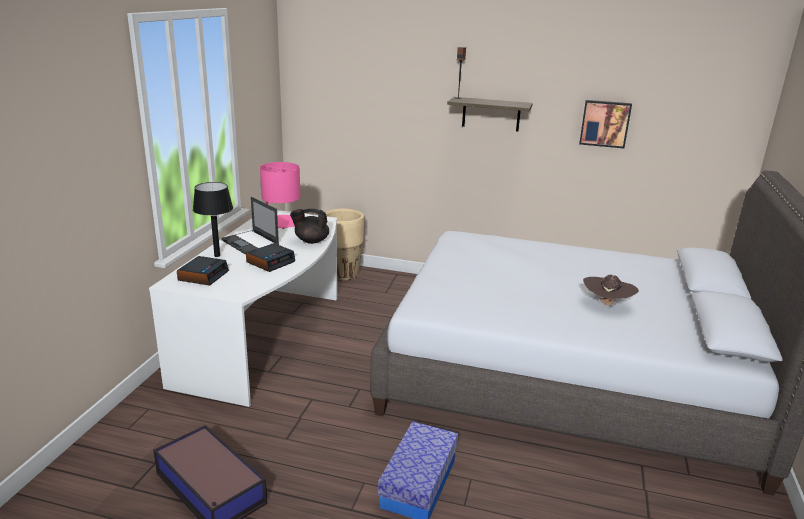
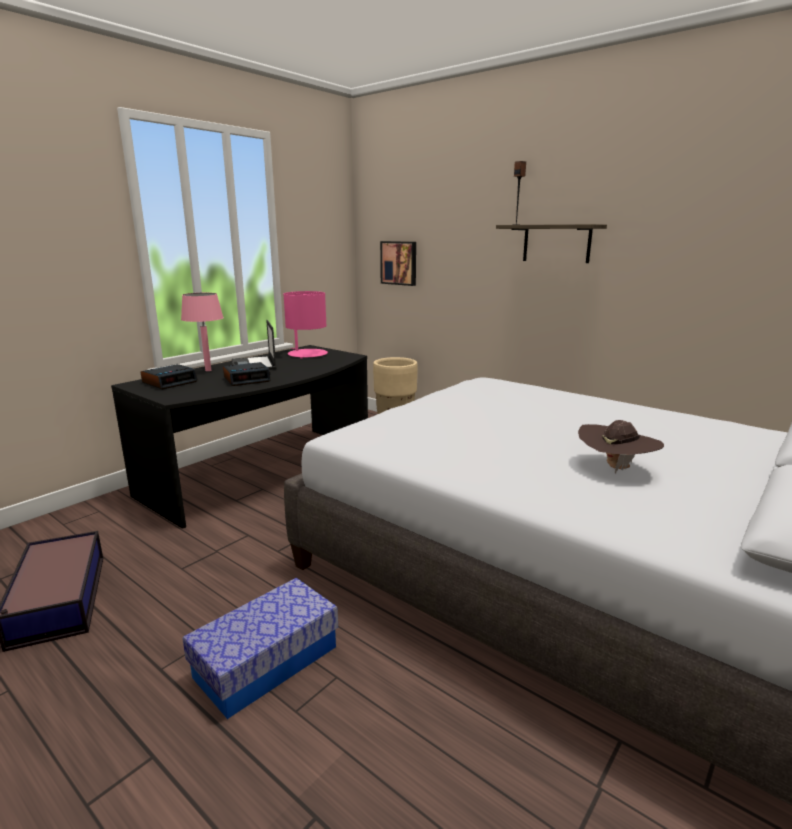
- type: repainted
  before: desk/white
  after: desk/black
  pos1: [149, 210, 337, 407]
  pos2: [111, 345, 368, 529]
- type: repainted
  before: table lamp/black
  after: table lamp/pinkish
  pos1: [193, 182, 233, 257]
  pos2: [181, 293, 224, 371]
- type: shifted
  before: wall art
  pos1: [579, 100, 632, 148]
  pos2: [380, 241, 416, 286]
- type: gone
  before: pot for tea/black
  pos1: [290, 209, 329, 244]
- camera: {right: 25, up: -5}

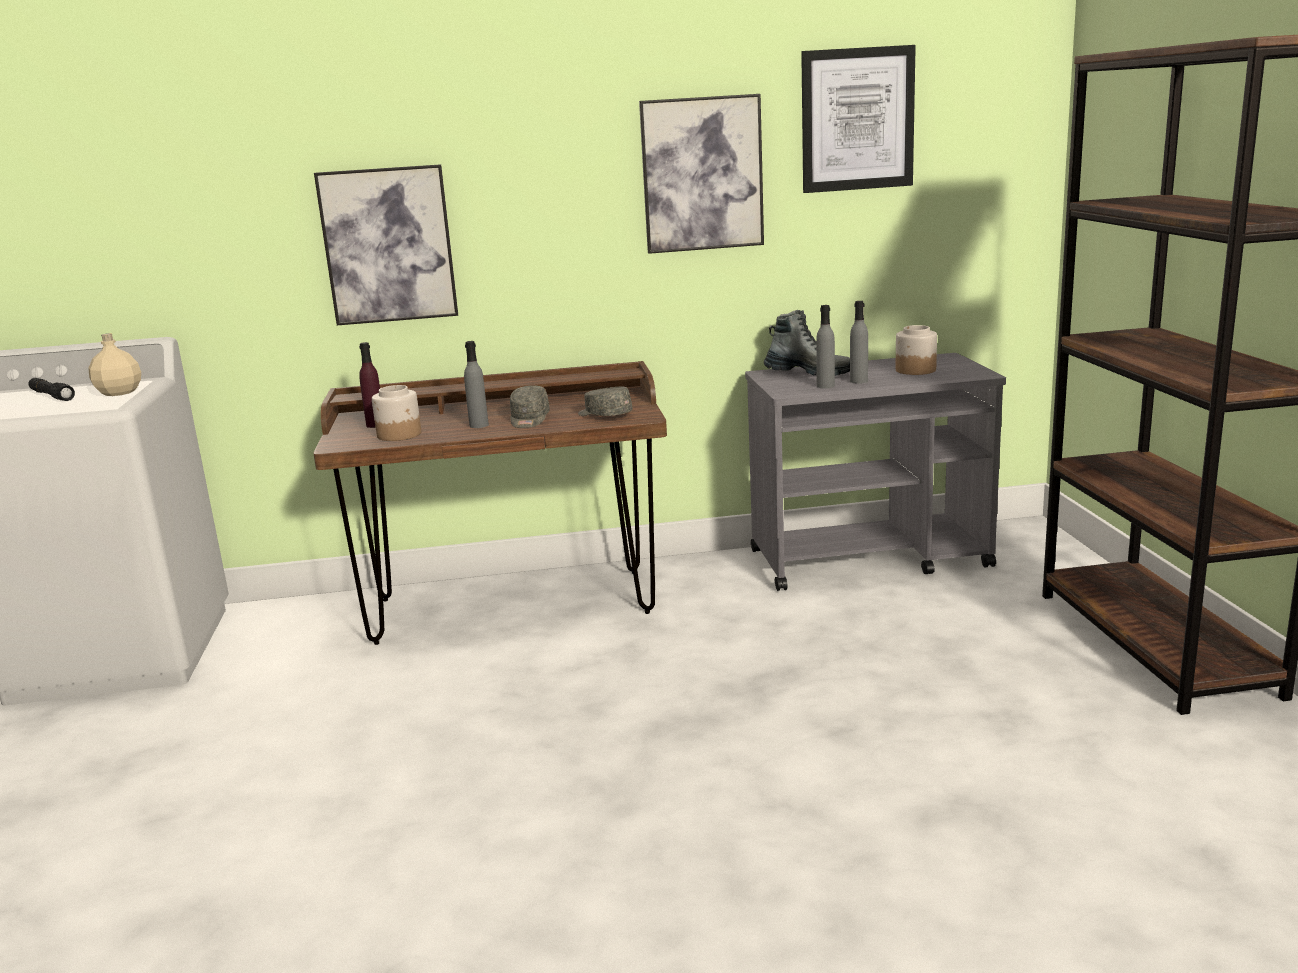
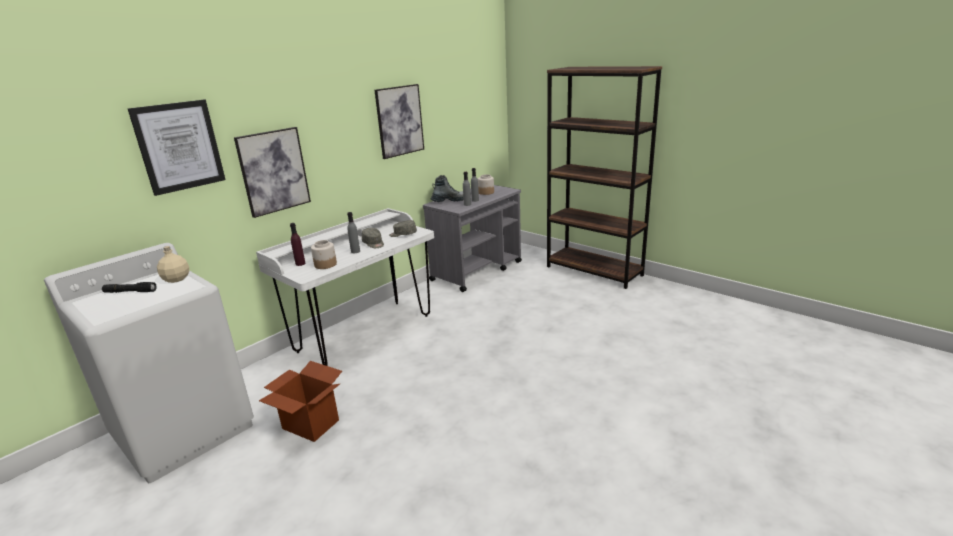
- type: shifted
  before: wall art
  pos1: [801, 45, 916, 193]
  pos2: [128, 99, 226, 196]
- type: repainted
  before: desk/brown-coloured
  after: desk/white
  pos1: [313, 361, 667, 645]
  pos2: [256, 208, 434, 366]
- type: new
  after: cardboard box
  pos2: [259, 361, 342, 442]
- camera: {right: -40, up: 5}

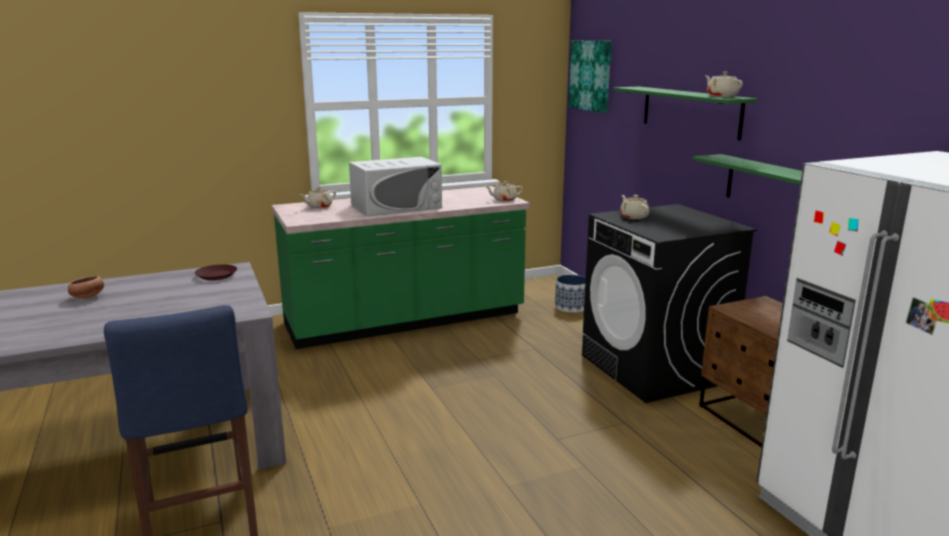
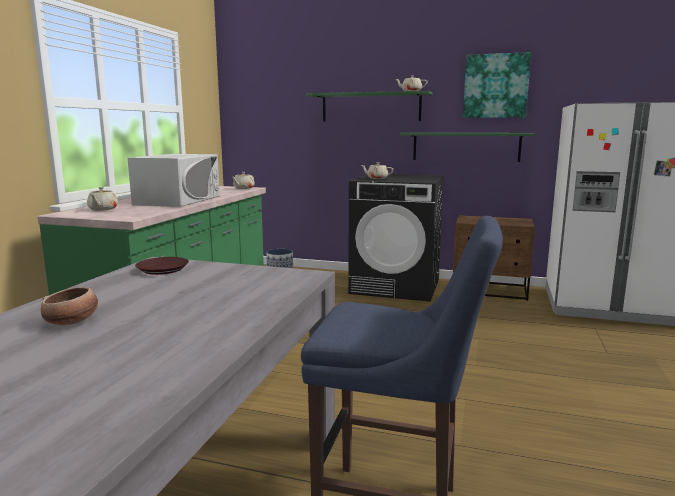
- type: shifted
  before: wall art
  pos1: [569, 41, 611, 113]
  pos2: [463, 52, 531, 118]
- camera: {right: -50, up: -5}

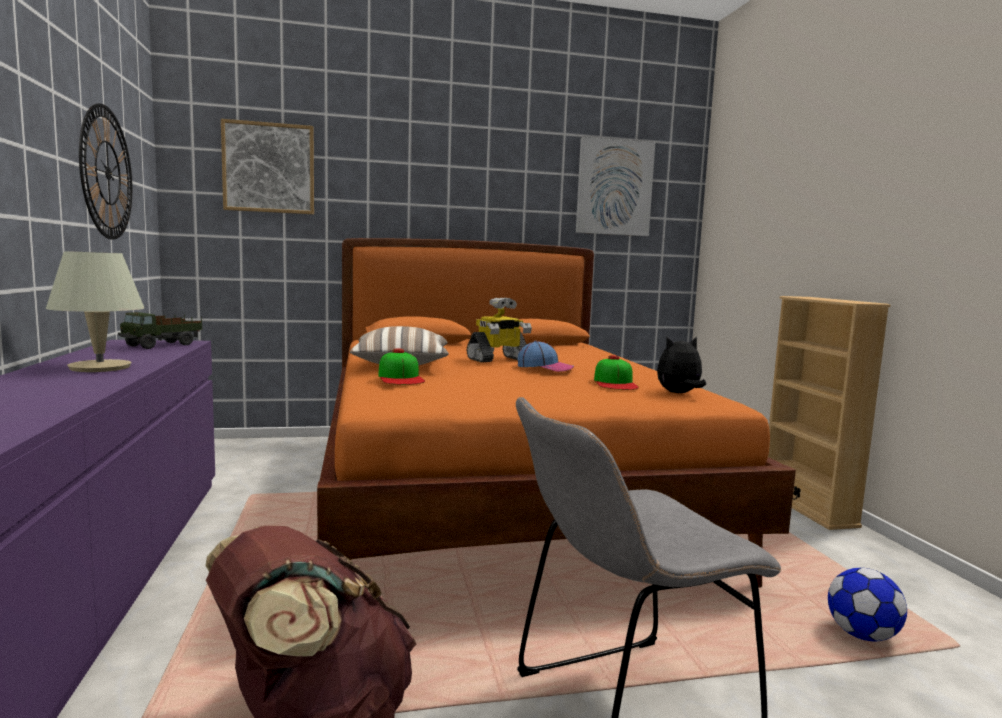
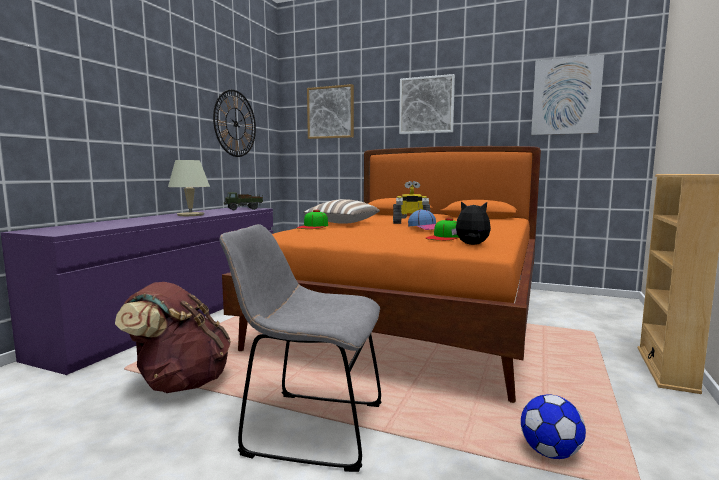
- type: new
  after: wall art
  pos2: [399, 74, 455, 134]
- camera: {right: 35, up: 0}

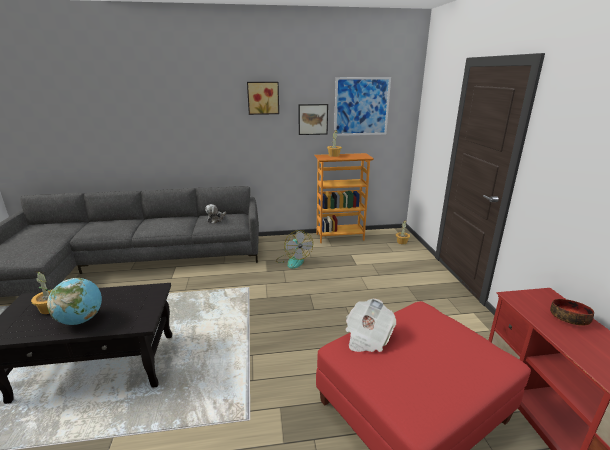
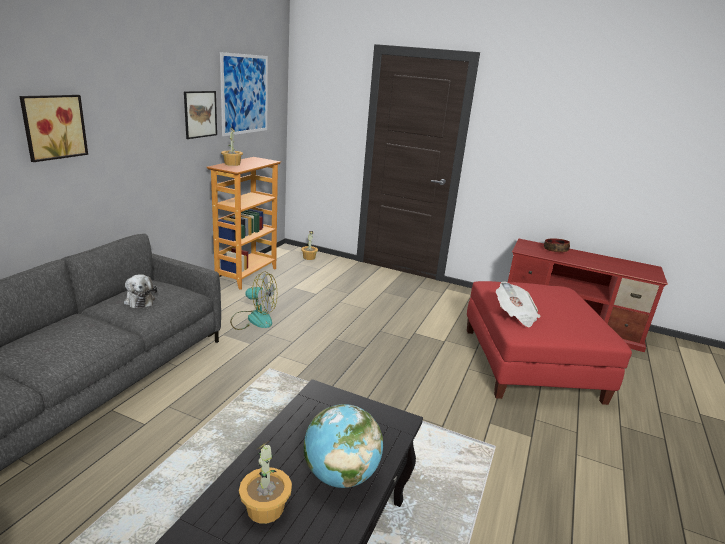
- type: shifted
  before: wall art
  pos1: [247, 82, 279, 115]
  pos2: [19, 95, 88, 162]
- camera: {right: -60, up: 0}

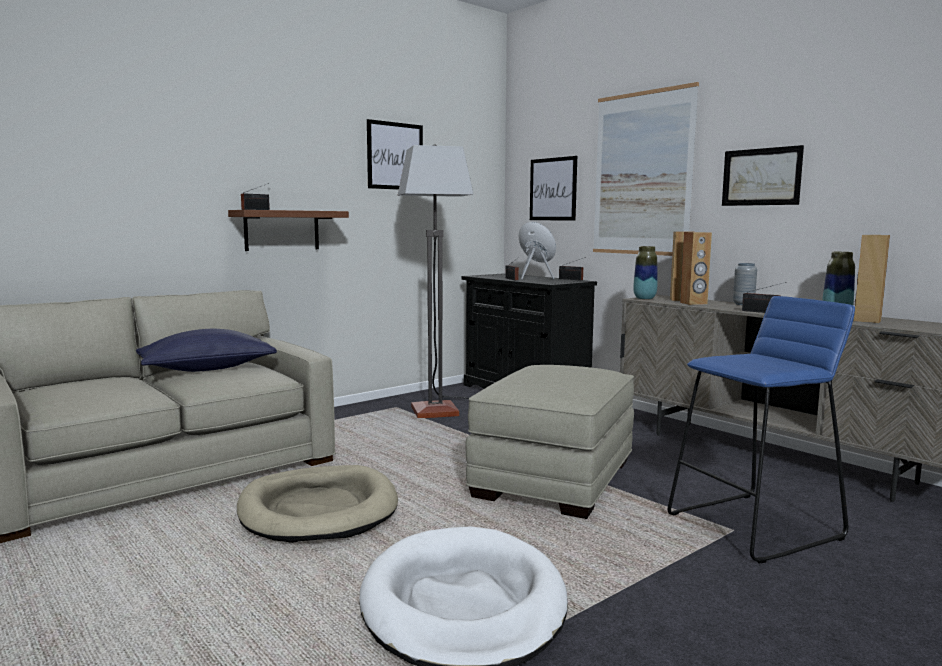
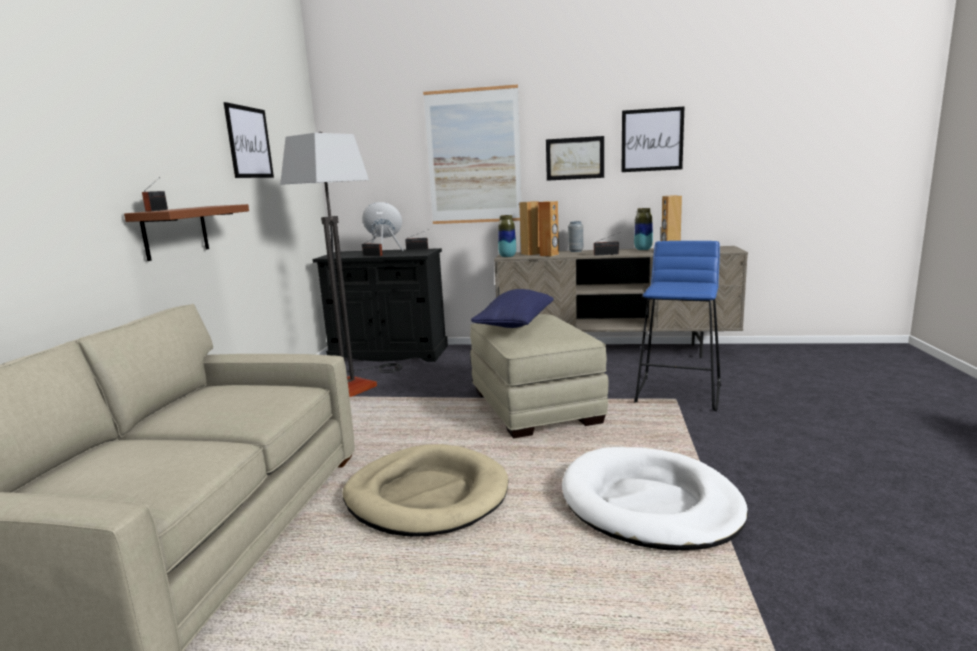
- type: shifted
  before: pillow/bluish
  pos1: [136, 329, 277, 372]
  pos2: [471, 289, 554, 328]
- type: shifted
  before: wall art
  pos1: [530, 156, 577, 220]
  pos2: [622, 106, 685, 172]
- camera: {right: -40, up: 5}

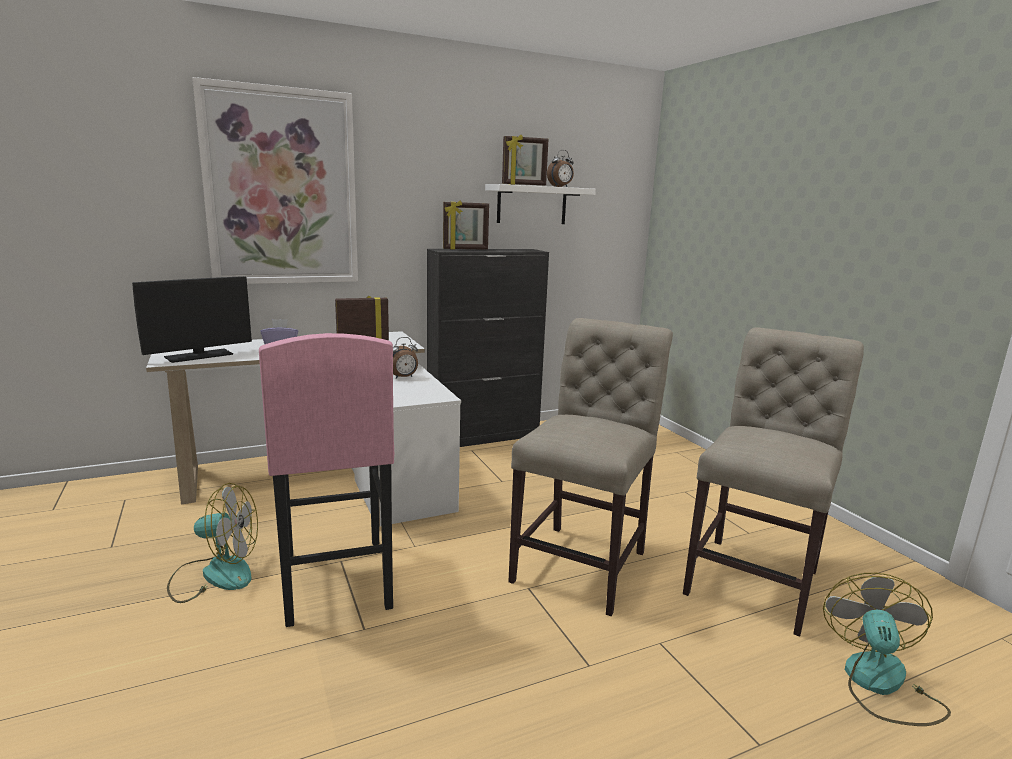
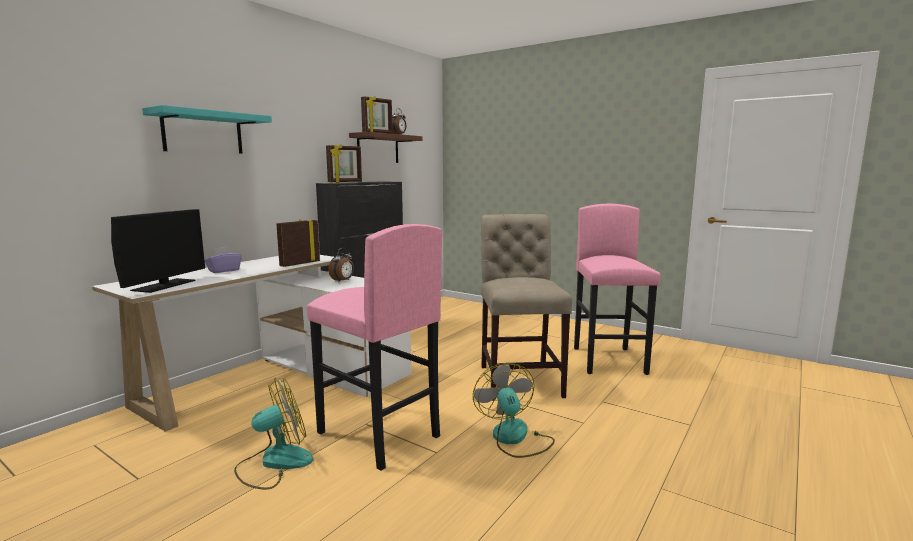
- type: swapped
  before: wall art
  after: wall shelf/turquoise-coloured
  pos1: [192, 77, 358, 284]
  pos2: [142, 105, 272, 154]
- type: repainted
  before: wall shelf/white
  after: wall shelf/brown-coloured
  pos1: [485, 184, 596, 224]
  pos2: [349, 132, 423, 163]
- type: shifted
  before: cooling fan
  pos1: [823, 573, 951, 726]
  pos2: [473, 363, 555, 458]
- type: swapped
  before: chair/beige
  after: sitting stool/pinkish
  pos1: [683, 327, 864, 637]
  pos2: [574, 203, 660, 375]
- camera: {right: -30, up: -5}

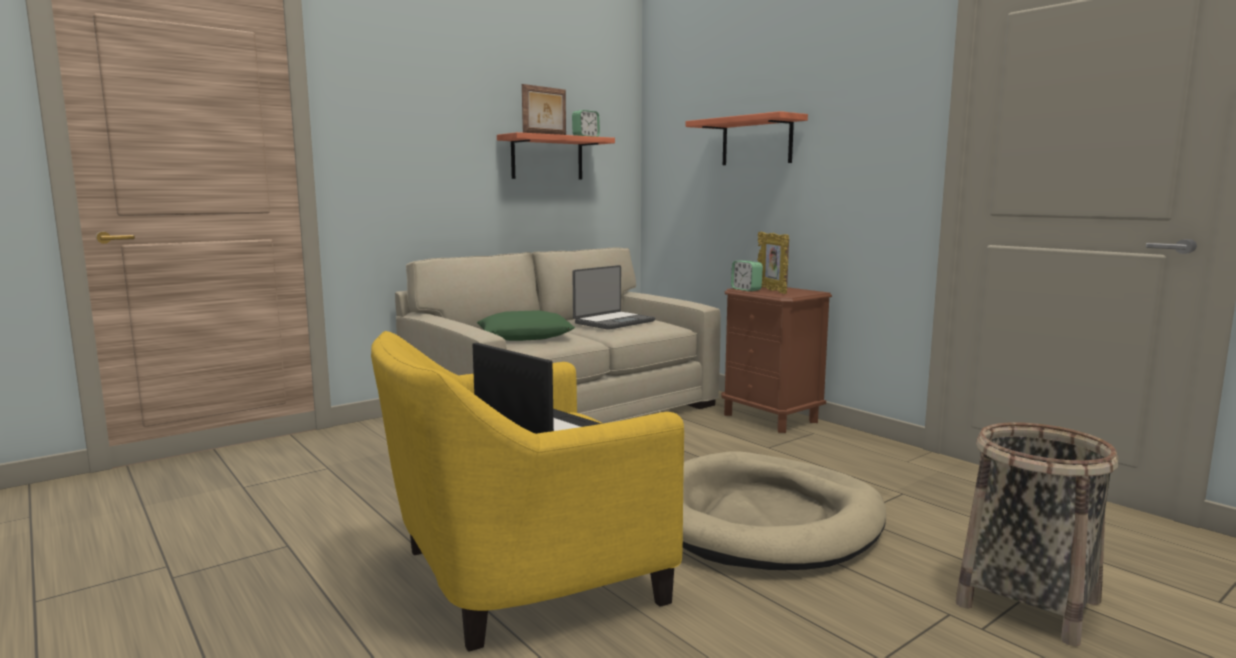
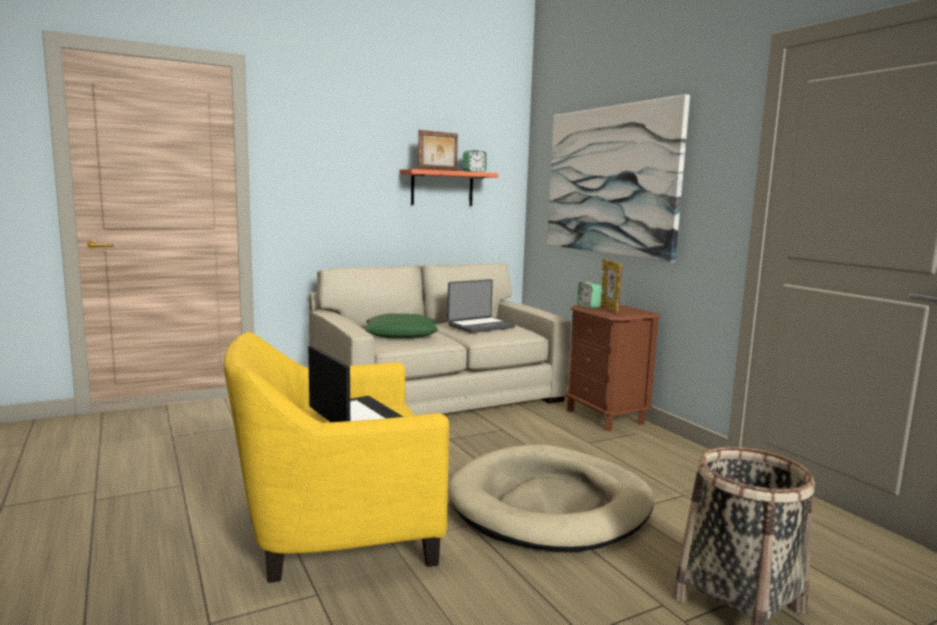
- type: swapped
  before: wall shelf
  after: wall art
  pos1: [686, 111, 808, 165]
  pos2: [547, 94, 690, 262]
- camera: {right: 10, up: 0}

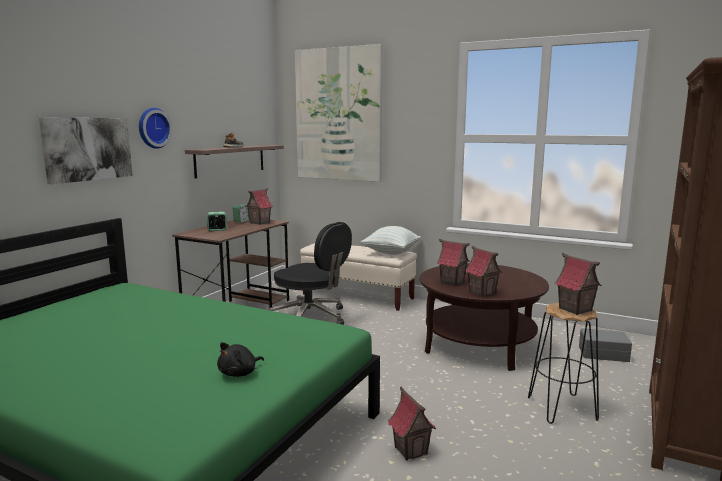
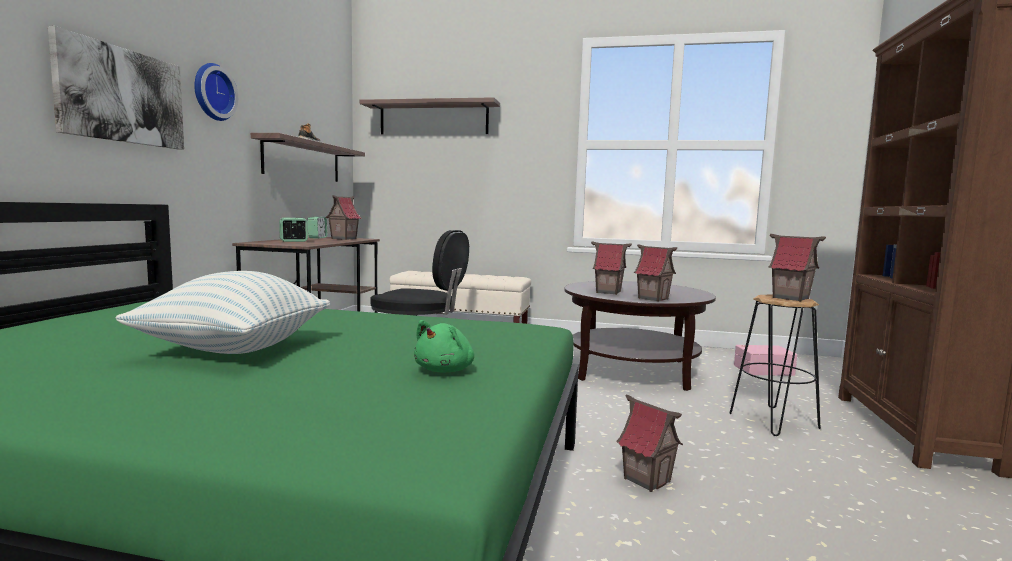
- type: shifted
  before: pillow
  pos1: [360, 226, 421, 255]
  pos2: [115, 271, 330, 354]
- type: swapped
  before: wall art
  after: wall shelf
  pos1: [294, 44, 382, 182]
  pos2: [360, 97, 500, 134]
- type: repainted
  before: cuddly toy/black
  after: cuddly toy/green-coloured
  pos1: [217, 342, 264, 377]
  pos2: [414, 320, 474, 373]
- type: repainted
  before: storage box/gray
  after: storage box/pinkish
  pos1: [579, 328, 632, 362]
  pos2: [734, 345, 797, 376]
- camera: {right: -15, up: -5}

